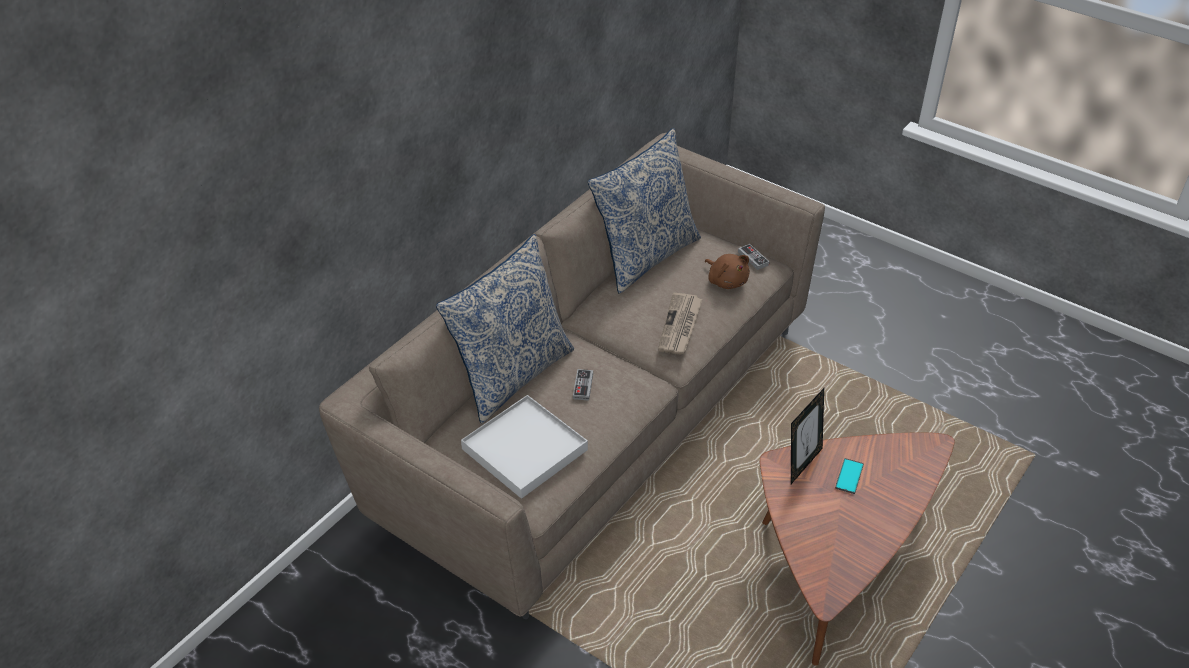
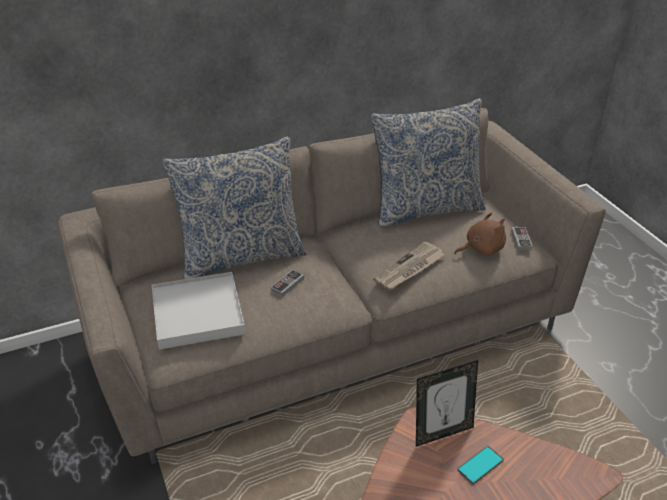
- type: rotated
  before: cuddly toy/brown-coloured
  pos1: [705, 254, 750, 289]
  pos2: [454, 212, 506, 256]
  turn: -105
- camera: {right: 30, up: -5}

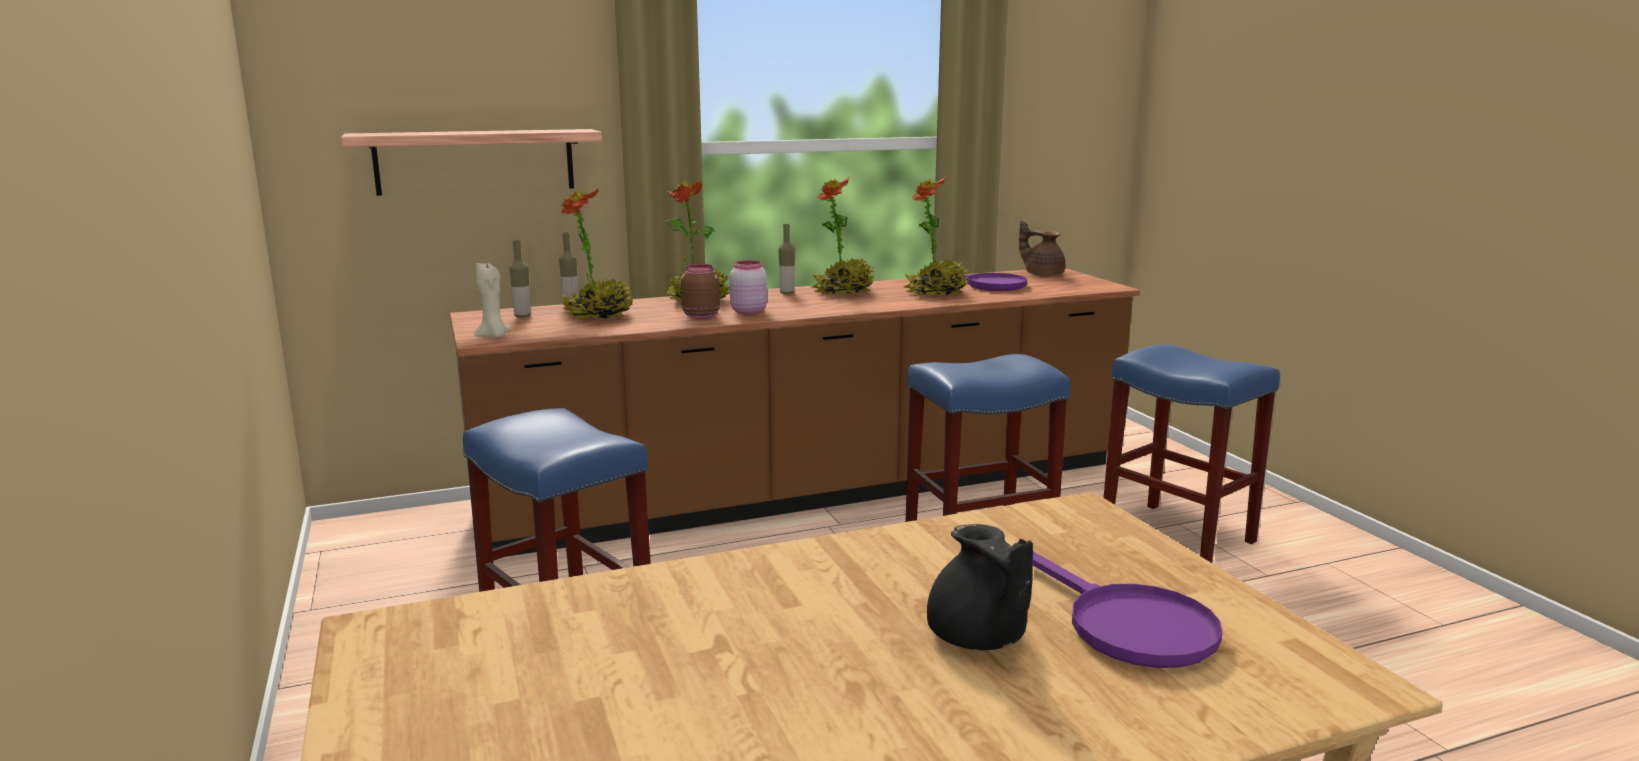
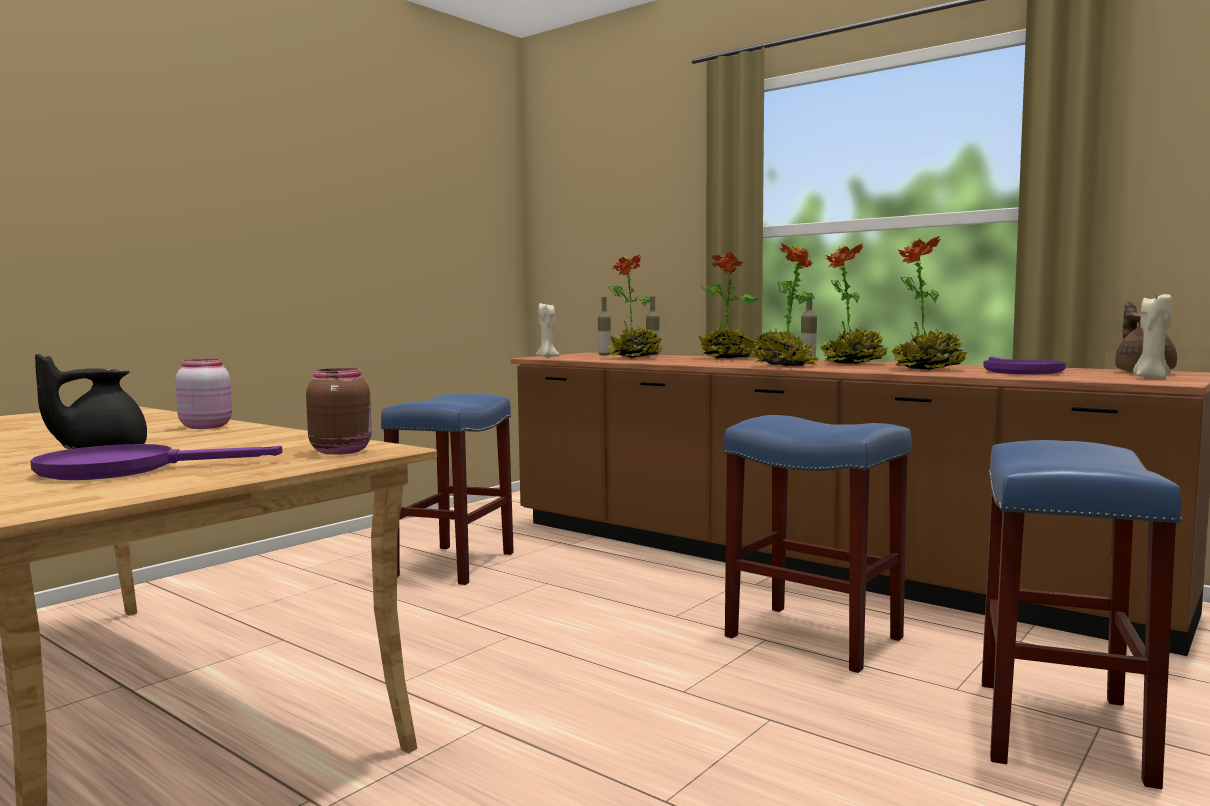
- type: rotated
  before: skillet/purplish
  pos1: [1033, 552, 1223, 668]
  pos2: [30, 444, 282, 480]
  turn: 45
- type: shifted
  before: preserve jar/pinkish
  pos1: [729, 260, 767, 314]
  pos2: [175, 359, 232, 429]
- type: shifted
  before: preserve jar/brown-coloured
  pos1: [681, 264, 720, 319]
  pos2: [306, 368, 372, 455]
- type: new
  after: potted plant
  pos2: [752, 243, 819, 366]
- type: new
  after: wax candle/beige
  pos2: [1133, 294, 1172, 379]
- type: gone
  before: wall shelf
  pos1: [341, 129, 602, 196]
- camera: {right: 60, up: -10}

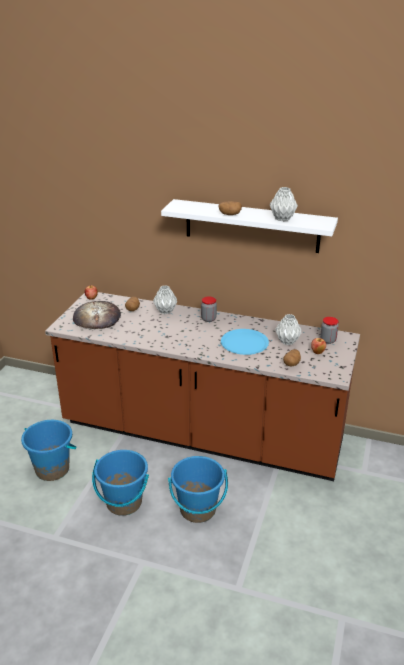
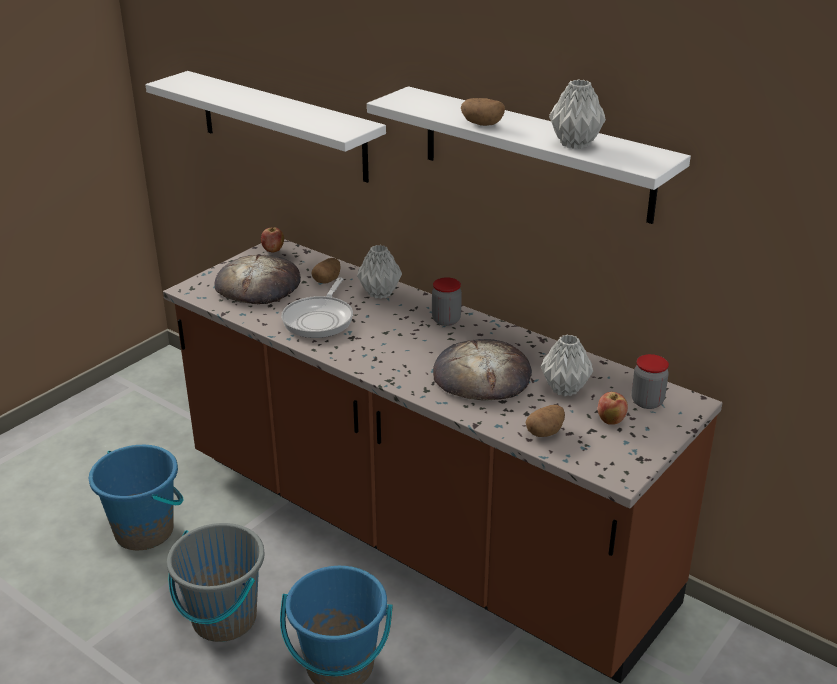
- type: new
  after: wall shelf/white
  pos2: [145, 71, 386, 183]
- type: repainted
  before: pail/bluish
  after: pail/gray
  pos1: [92, 450, 149, 516]
  pos2: [167, 523, 265, 642]
- type: new
  after: skillet
  pos2: [281, 277, 353, 338]
- type: swapped
  before: flat dish/bluish
  after: bakery bread
  pos1: [221, 329, 269, 355]
  pos2: [433, 339, 532, 401]
- camera: {right: 20, up: 0}

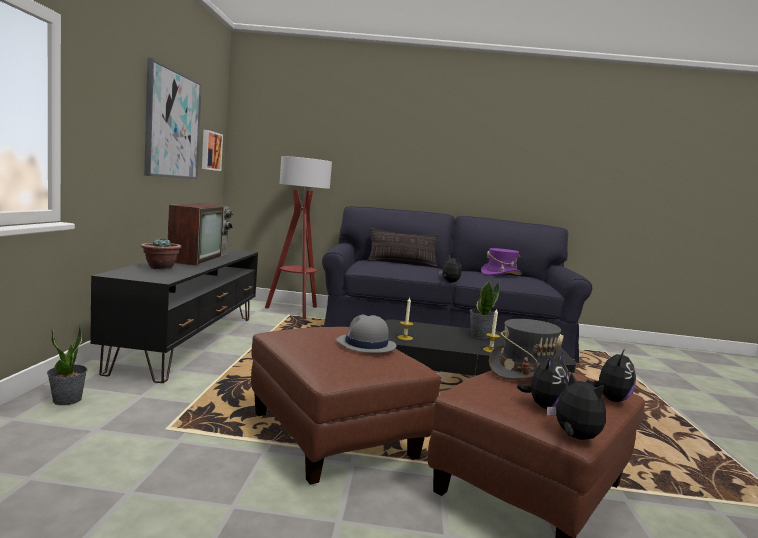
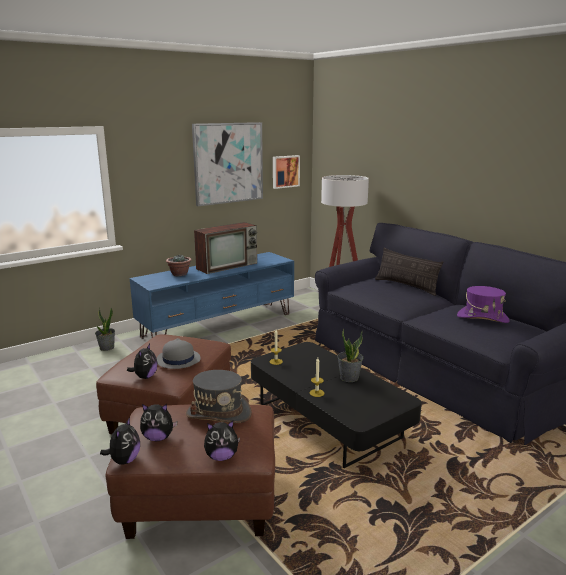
- type: shifted
  before: cuddly toy
  pos1: [439, 255, 461, 283]
  pos2: [127, 344, 157, 379]
- type: repainted
  before: tv unit/black
  after: tv unit/bluish
  pos1: [90, 249, 258, 383]
  pos2: [130, 252, 294, 339]
- camera: {right: 50, up: 10}

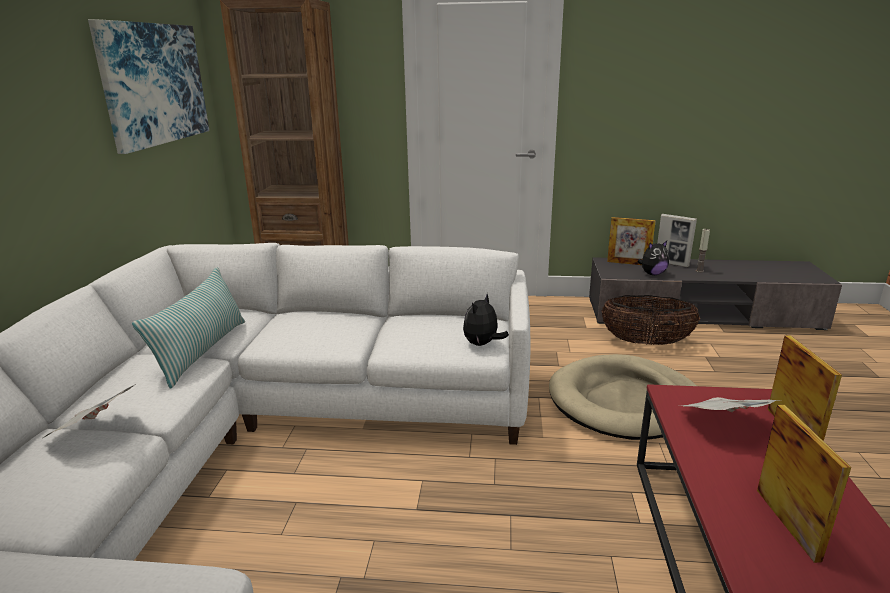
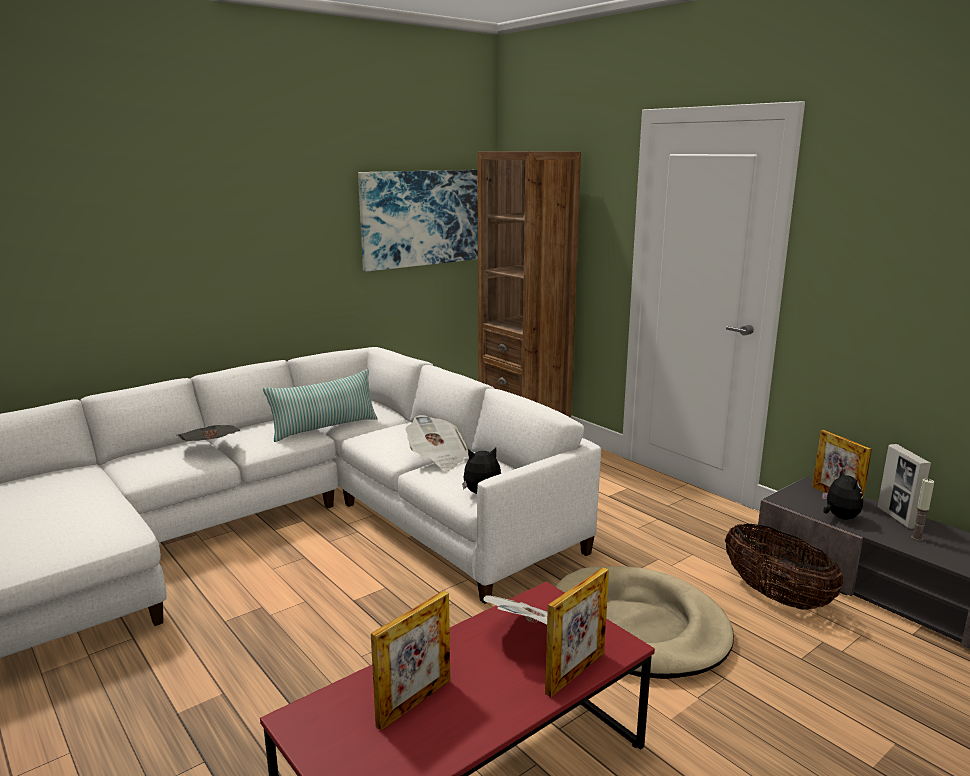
- type: new
  after: printed paper
  pos2: [405, 415, 469, 471]
- type: rotated
  before: cuddly toy
  pos1: [637, 241, 669, 275]
  pos2: [822, 468, 863, 520]
  turn: -120
- camera: {right: 45, up: -5}

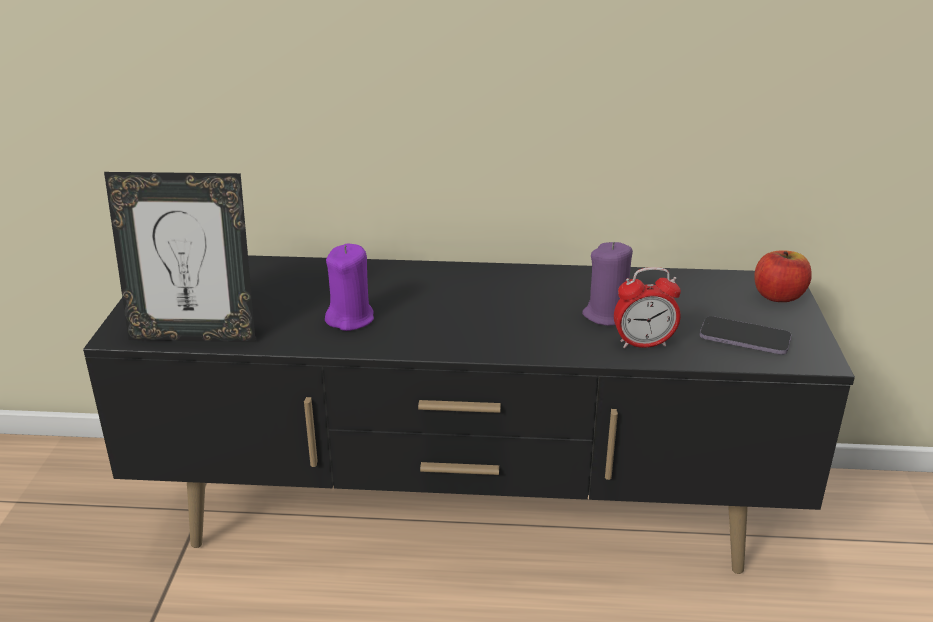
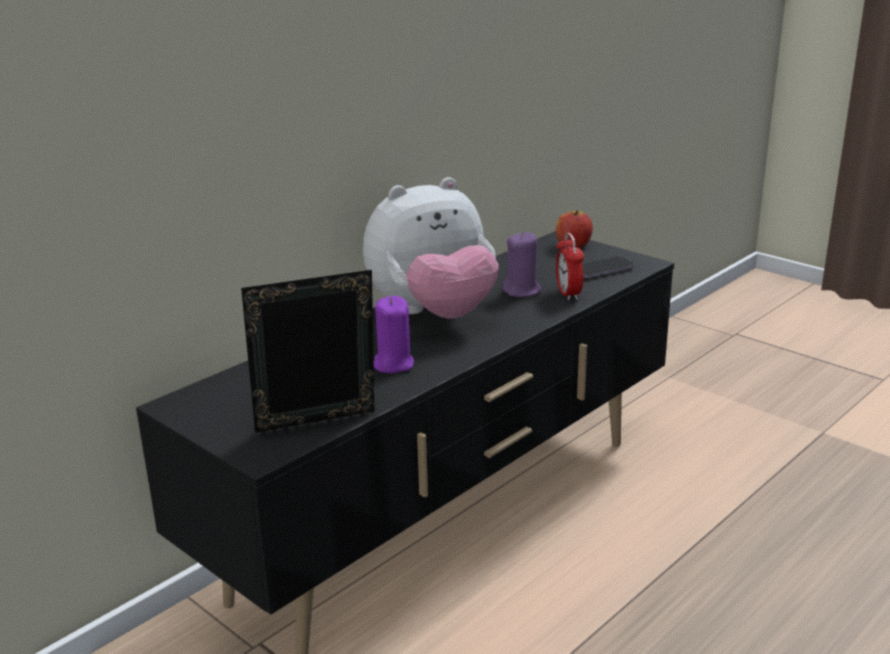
- type: rotated
  before: photo frame
  pos1: [104, 172, 256, 342]
  pos2: [241, 270, 374, 433]
  turn: -150
- type: new
  after: cuddly toy
  pos2: [363, 177, 499, 319]
- type: rotated
  before: alarm clock
  pos1: [614, 267, 681, 348]
  pos2: [556, 233, 584, 301]
  turn: 135
- camera: {right: -50, up: -5}

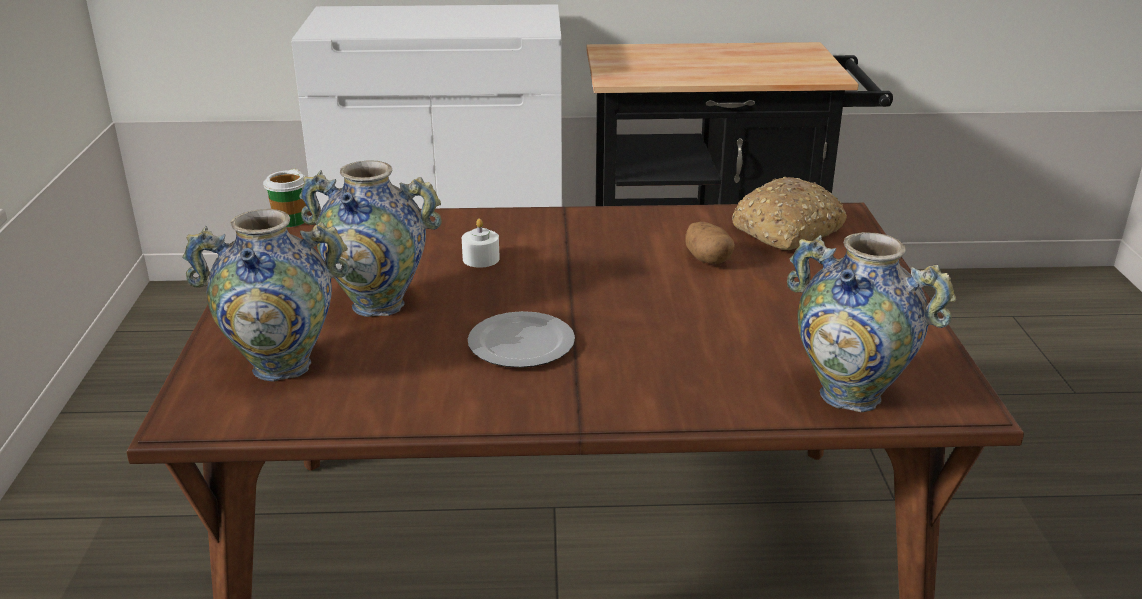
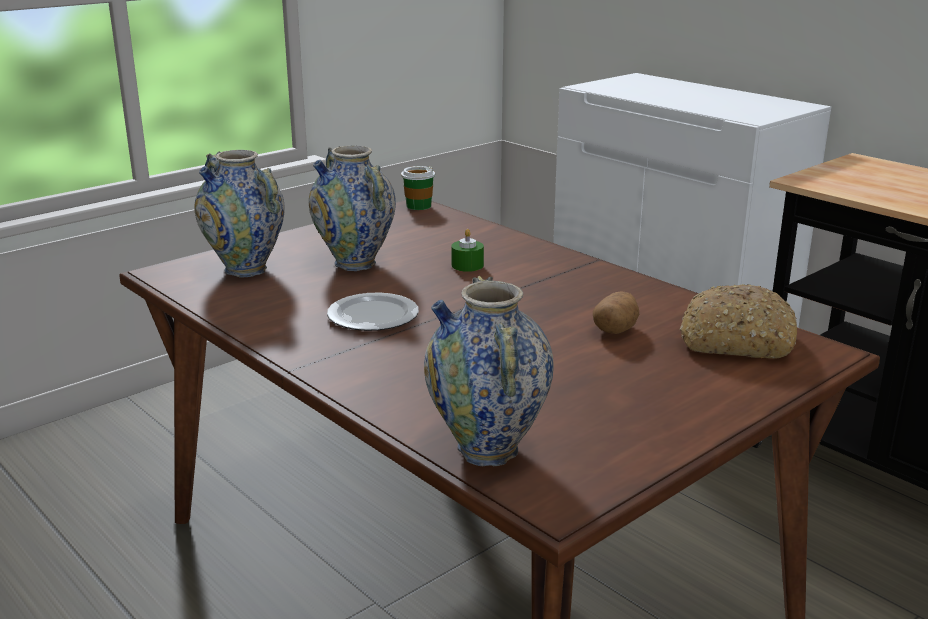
- type: repainted
  before: wax candle/white
  after: wax candle/green-coloured
  pos1: [462, 219, 500, 268]
  pos2: [451, 229, 484, 272]
- camera: {right: 50, up: -5}

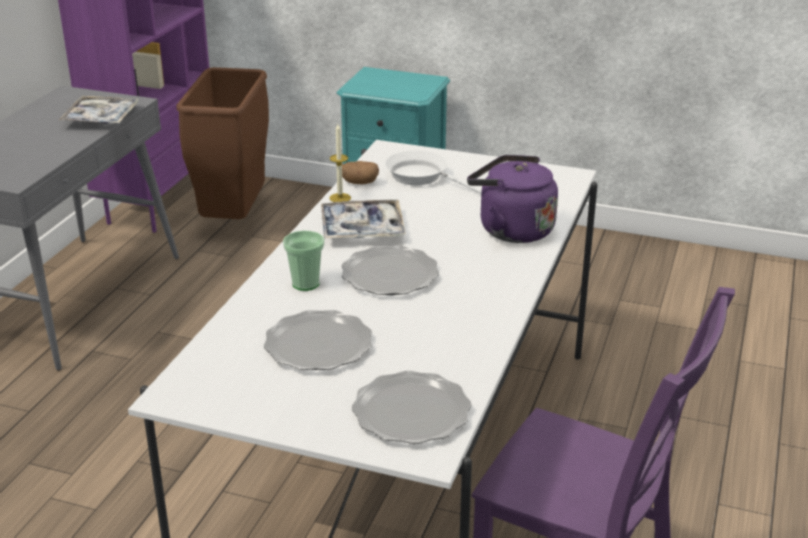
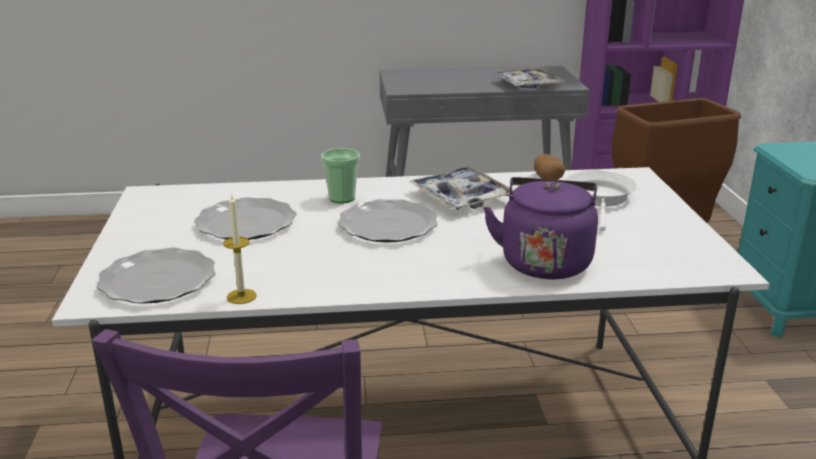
- type: shifted
  before: wax candle
  pos1: [329, 124, 351, 202]
  pos2: [223, 194, 257, 304]
- camera: {right: 65, up: -5}

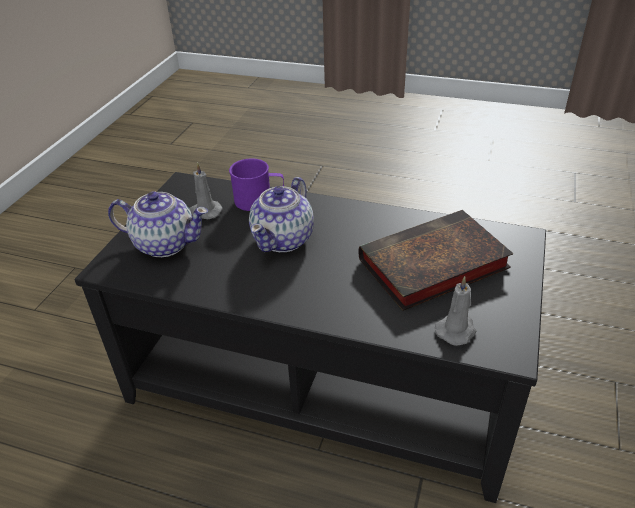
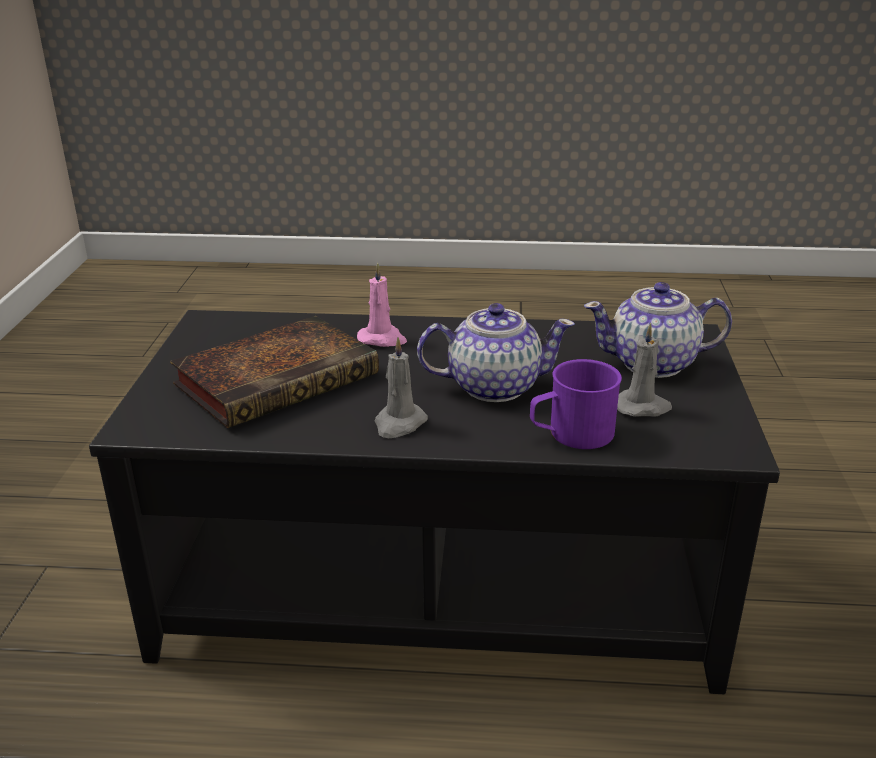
- type: new
  after: wax candle/pinkish
  pos2: [357, 263, 407, 347]
- type: shifted
  before: wax candle/gray
  pos1: [435, 276, 476, 346]
  pos2: [375, 337, 428, 438]
- type: rotated
  before: pot for tea
  pos1: [249, 177, 314, 252]
  pos2: [417, 303, 575, 402]
  turn: 75
- camera: {right: 165, up: -10}

